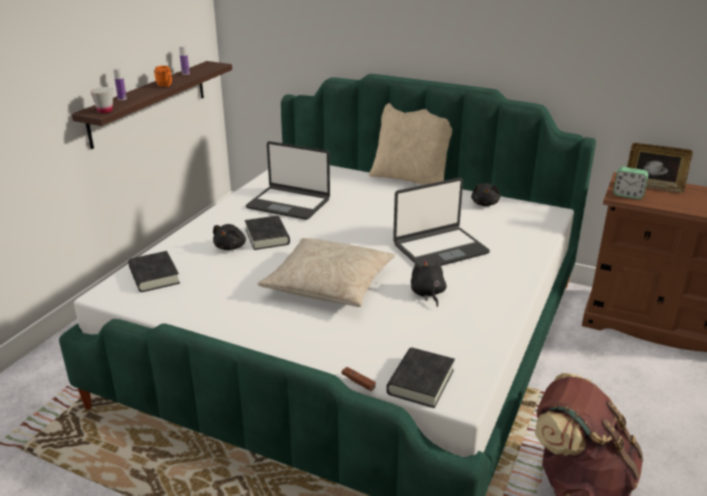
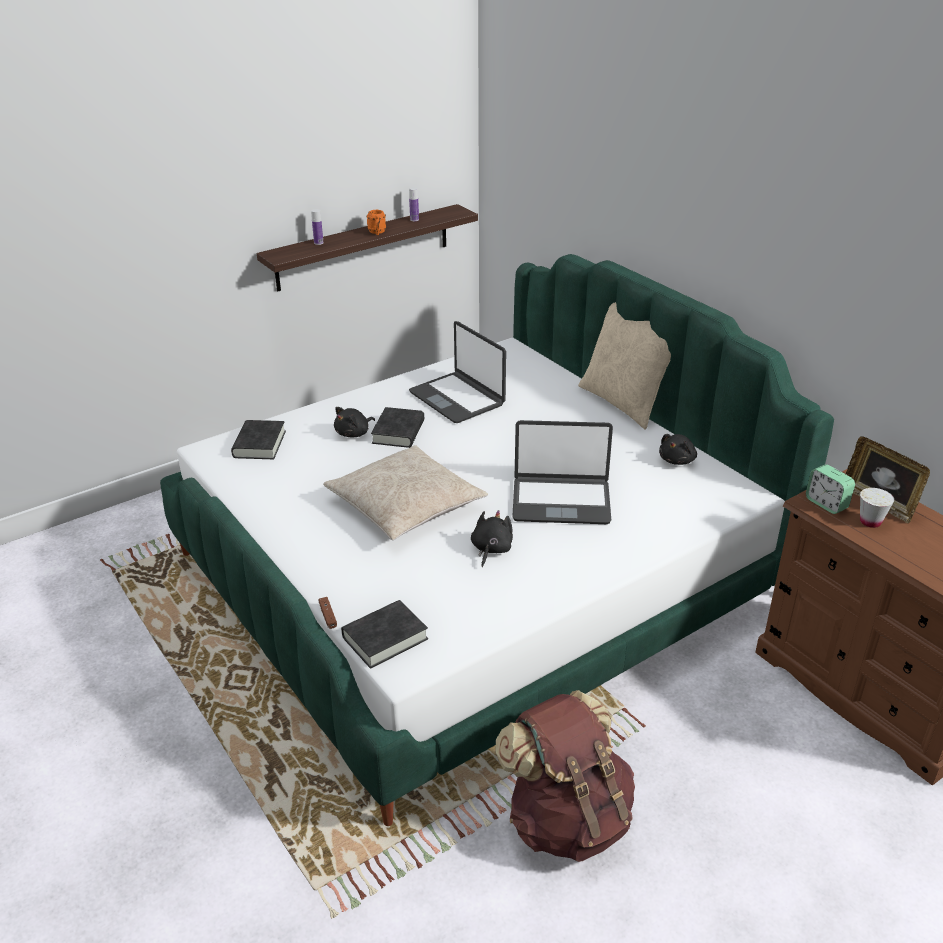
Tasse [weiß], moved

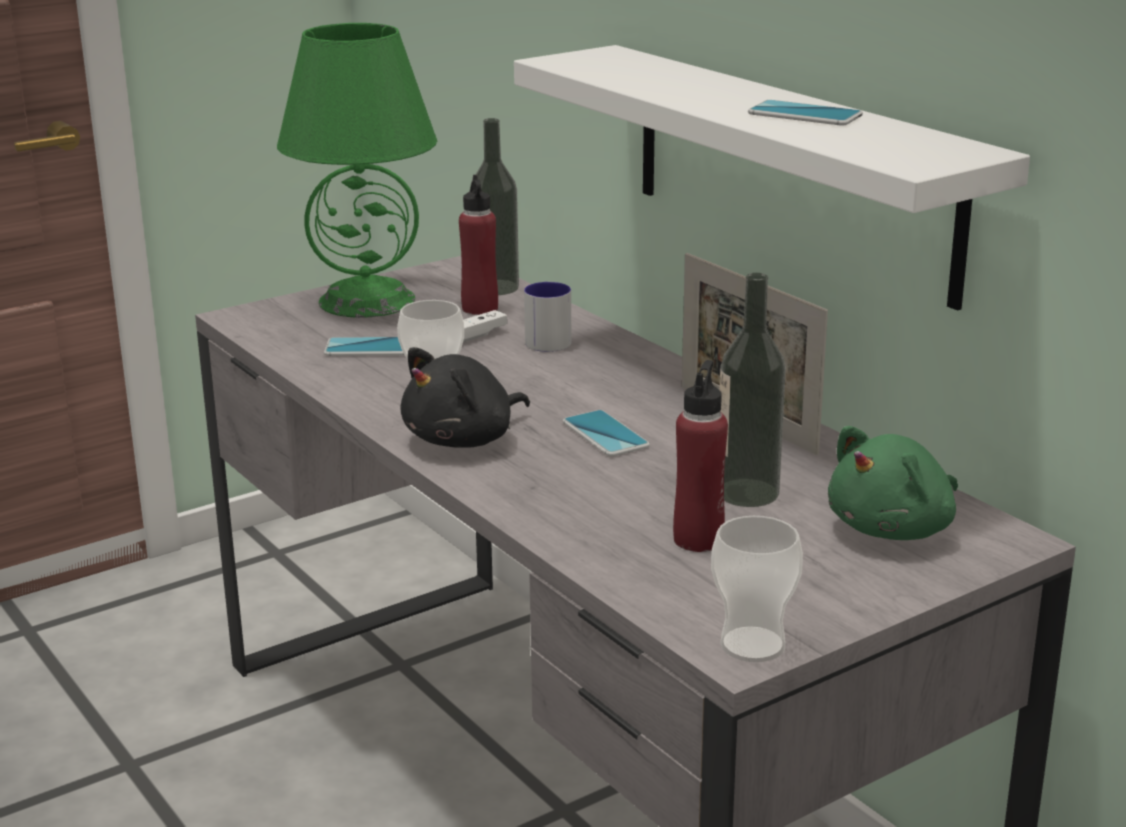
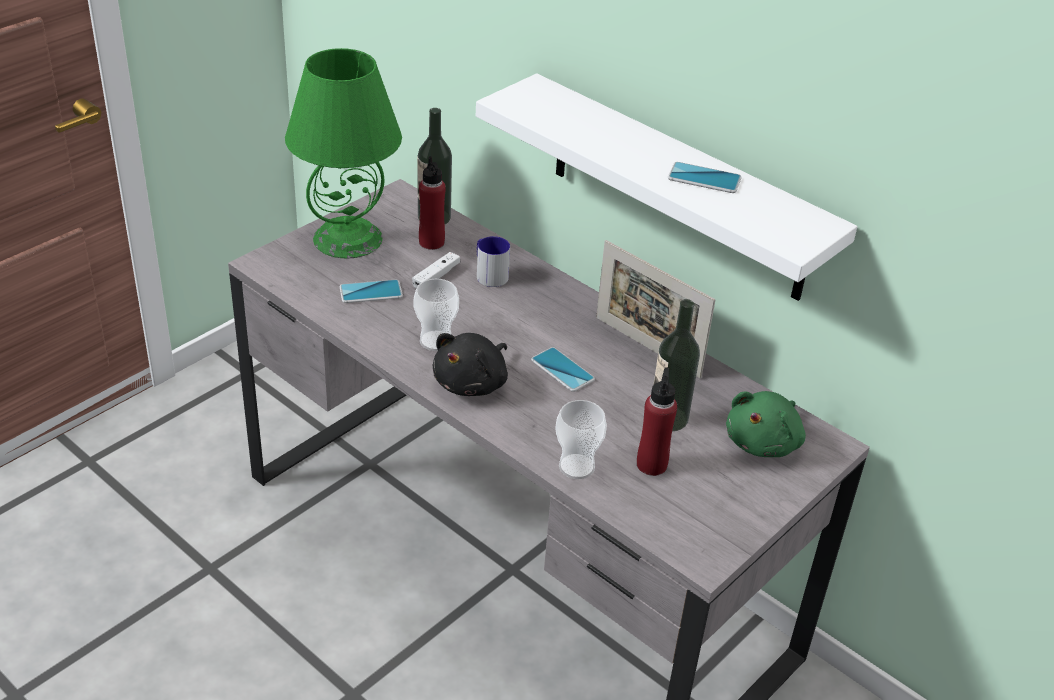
Tasse (2nd from left), moved

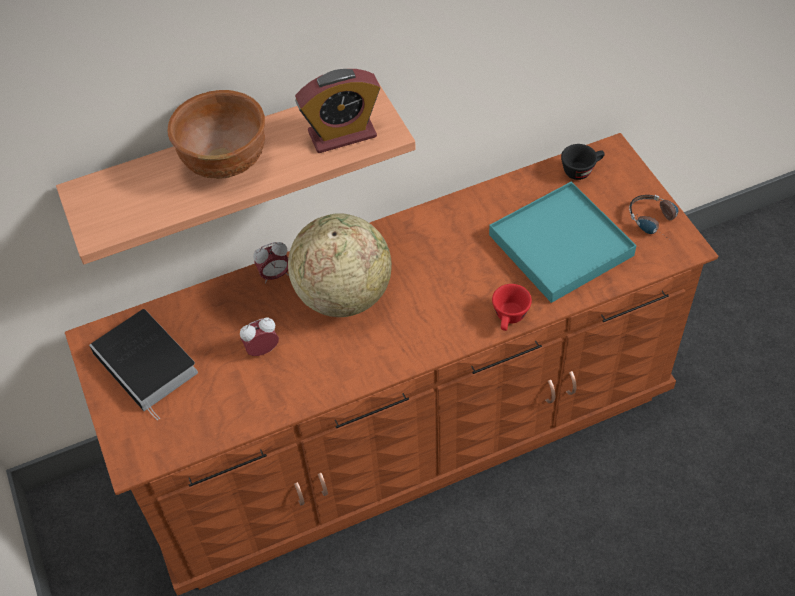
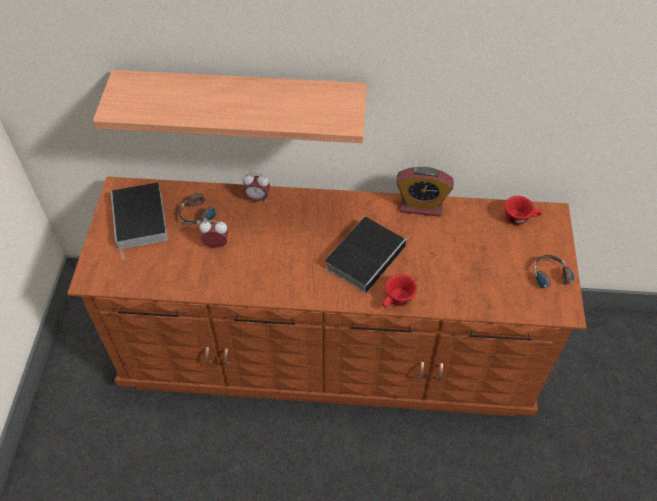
Schüssel [braun] => nothing
Globus => nothing
Tablett [türkis] => nothing
nothing => Kopfhörer (1st from left)
nothing => Buch (2nd from left)
Wecker (3rd from left), moved
Tasse [schwarz] => Tasse [rot] (2nd from left)

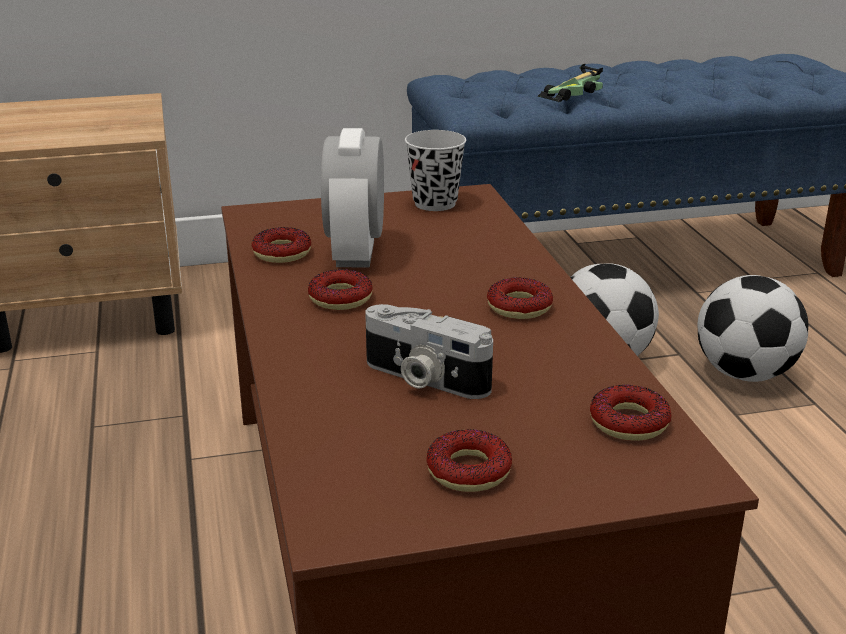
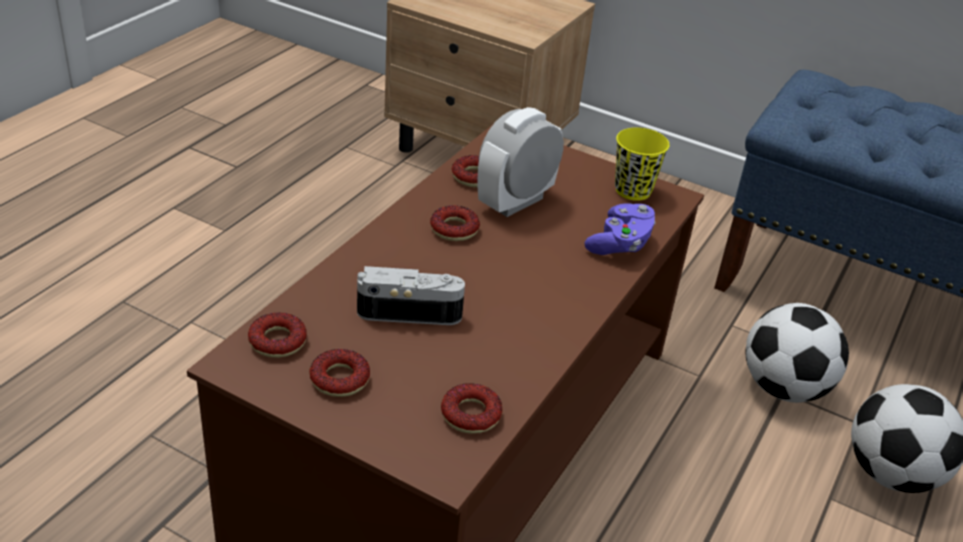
Spielzeugauto => nothing
nothing => Gamepad [lila]
Donut (4th from left in the first image) => Donut (1st from left), moved
Tasse [schwarz] => Tasse [gelb]
Kamera, 105 degrees clockwise

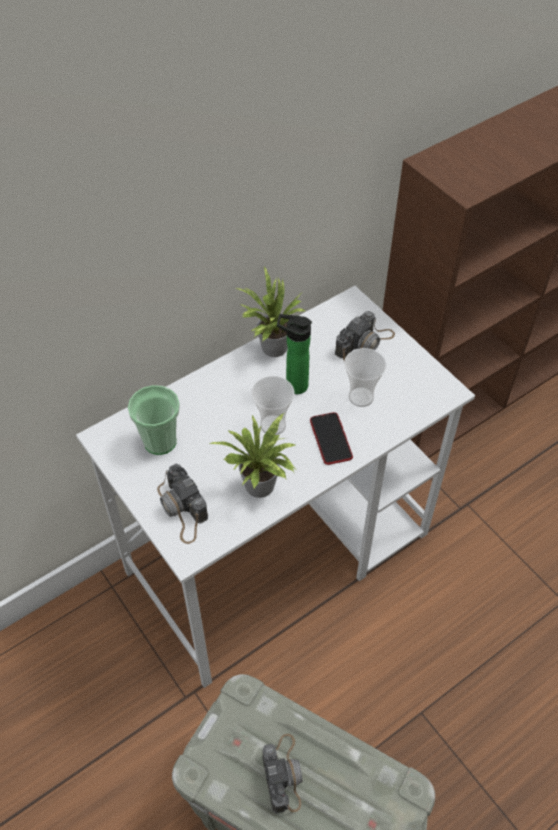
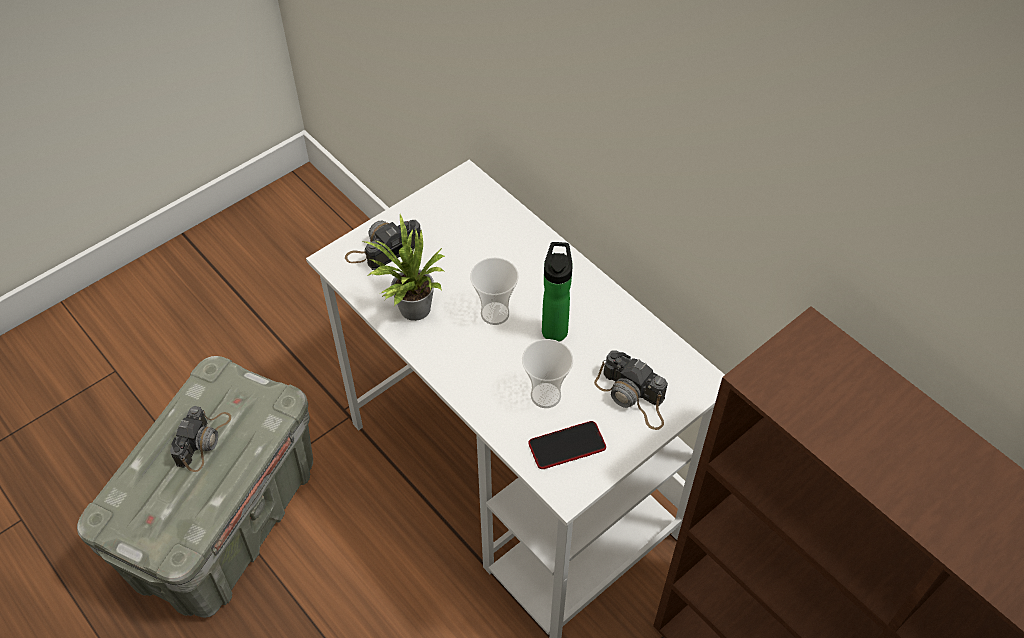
Tasse (1st from left) => nothing
Topfpflanze (2nd from left) => nothing
Handy, moved
Kamera (2nd from left in the first image) => Kamera (1st from left), 60 degrees counterclockwise

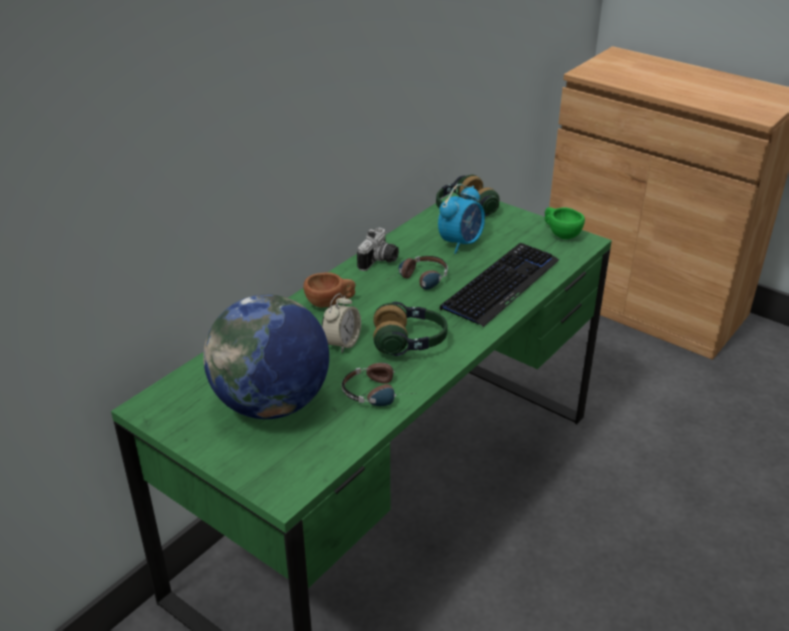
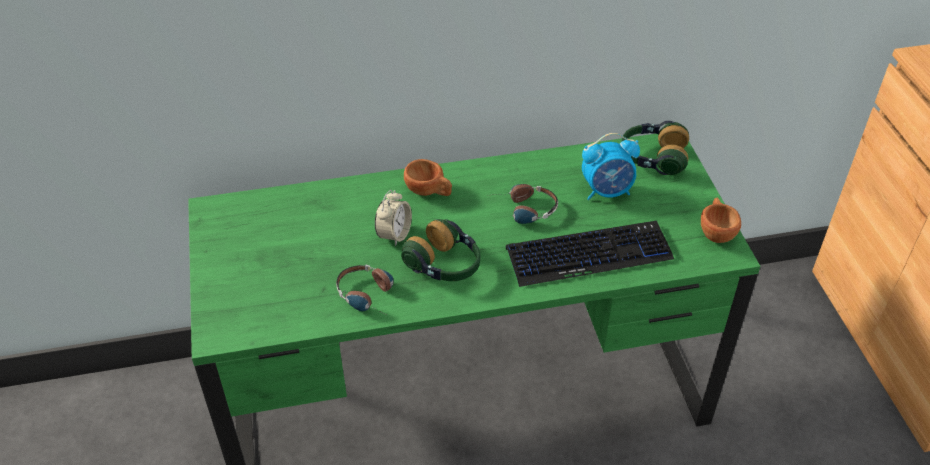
Globus => nothing
Kamera => nothing
Tasse [grün] => Tasse [braun] (2nd from left)
Wecker (1st from left), 45 degrees counterclockwise

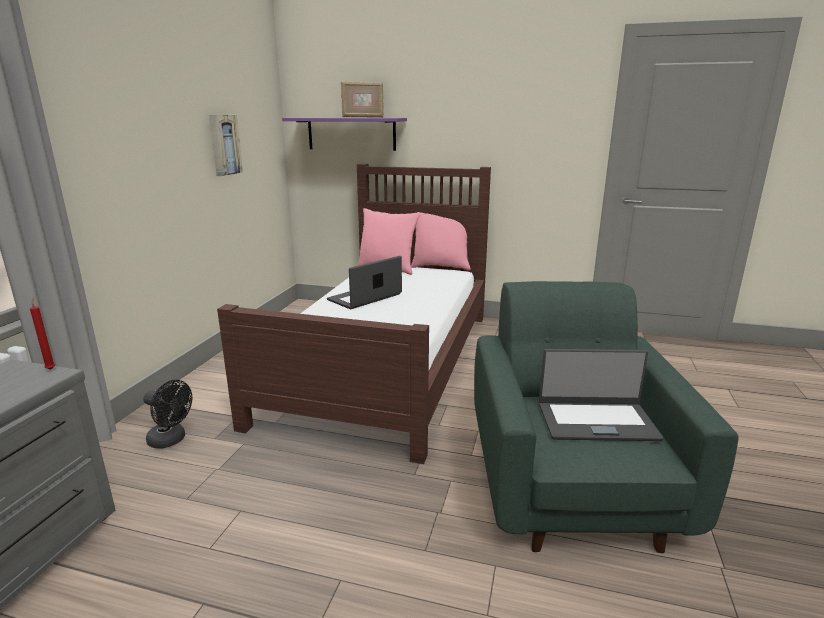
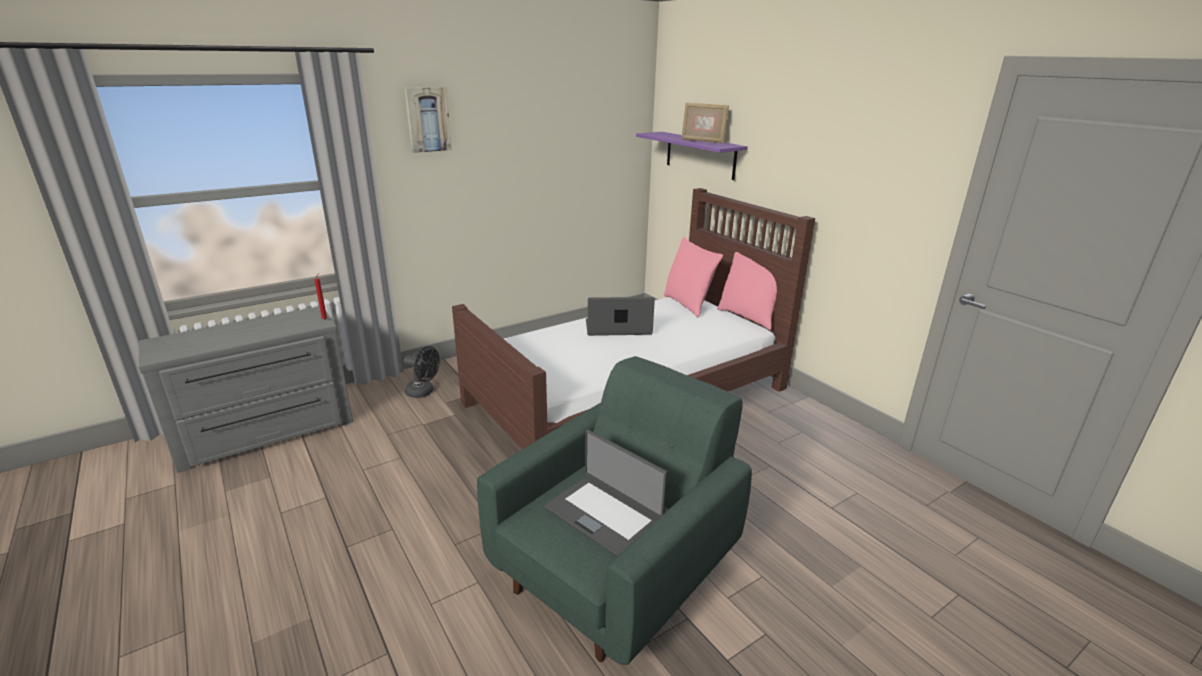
Bild, moved
Ventilator [schwarz], 45 degrees counterclockwise

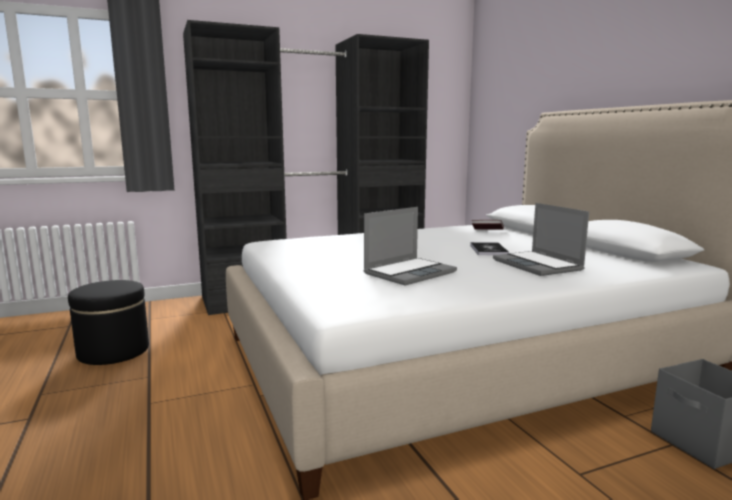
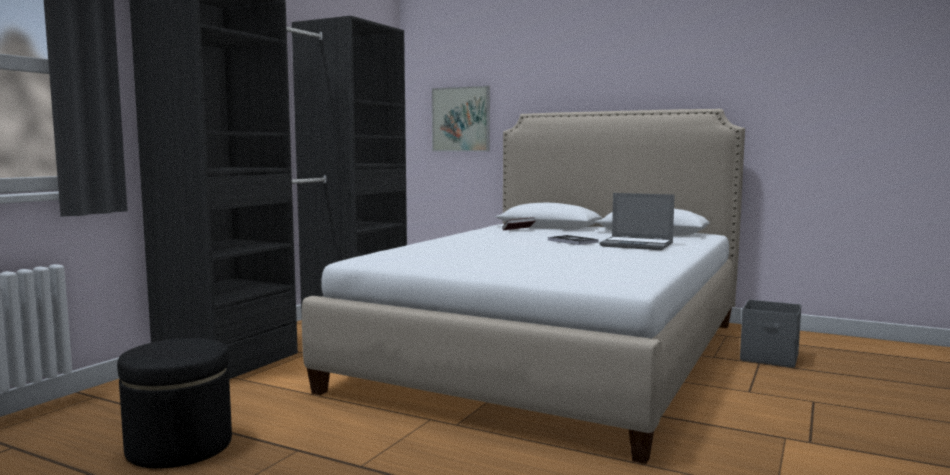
Laptop (1st from left) => nothing
nothing => Bild

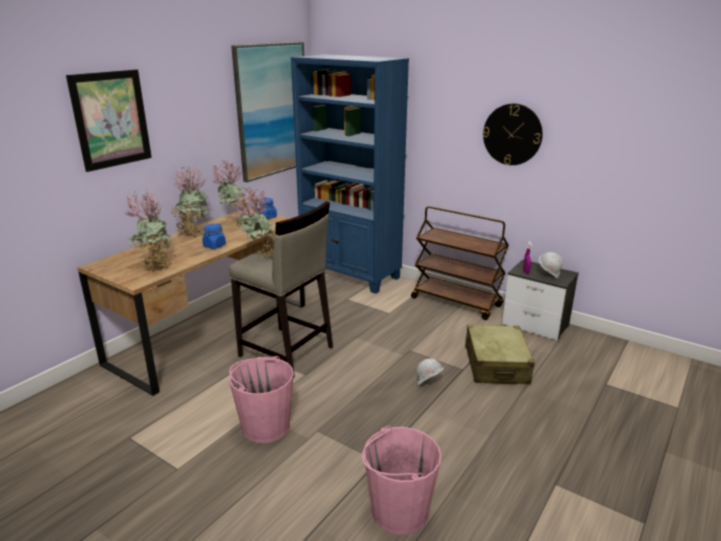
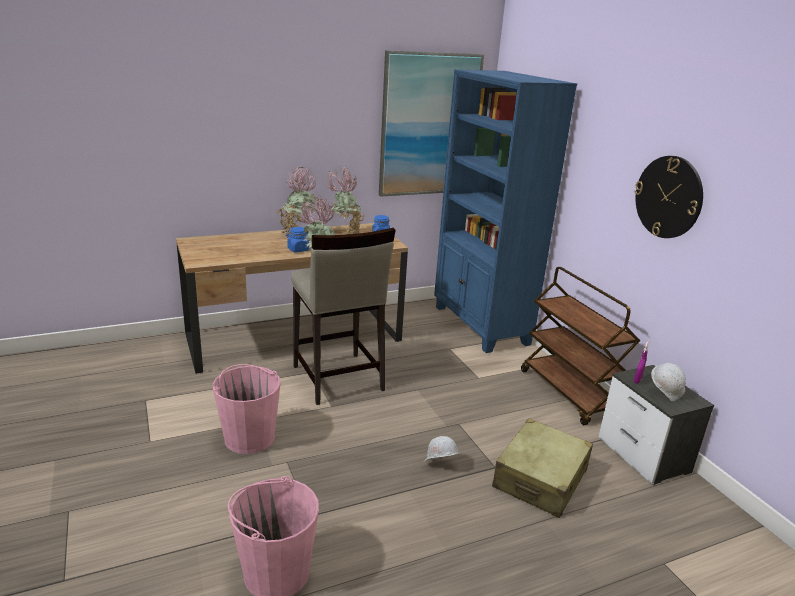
Bild (1st from left) => nothing
Topfpflanze (1st from left) => nothing

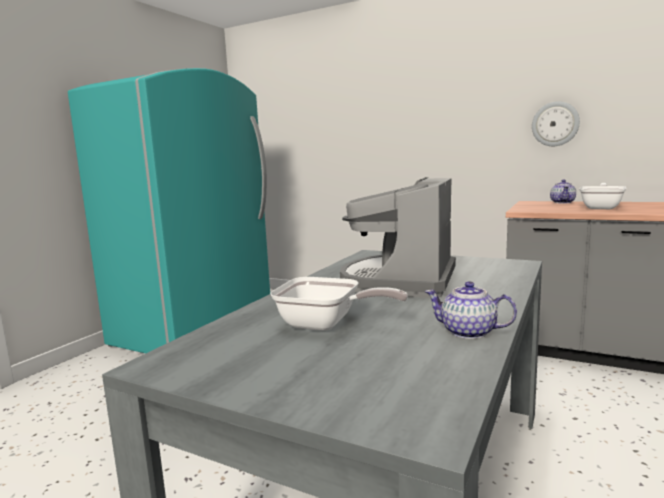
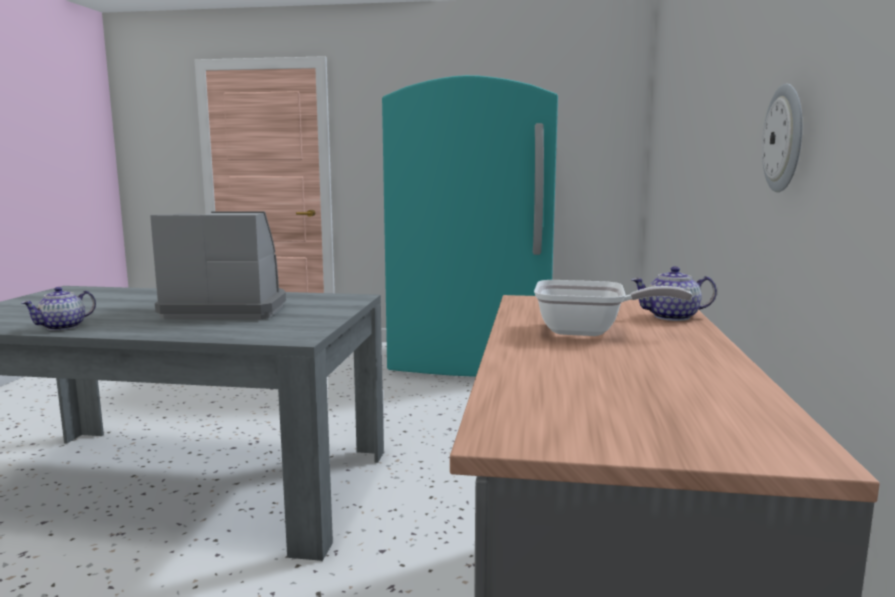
Pfanne (1st from left) => nothing
Teekanne (1st from left), 150 degrees counterclockwise

